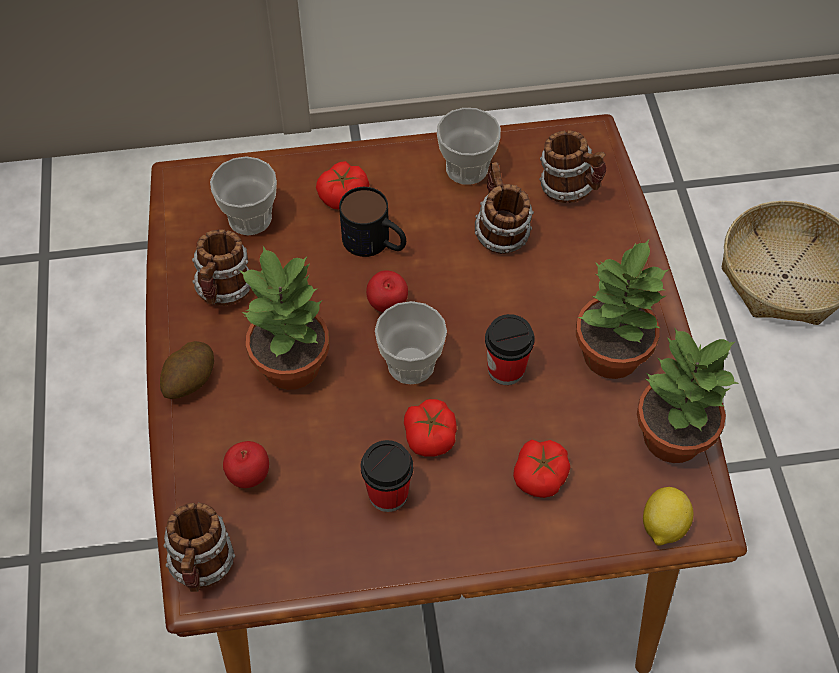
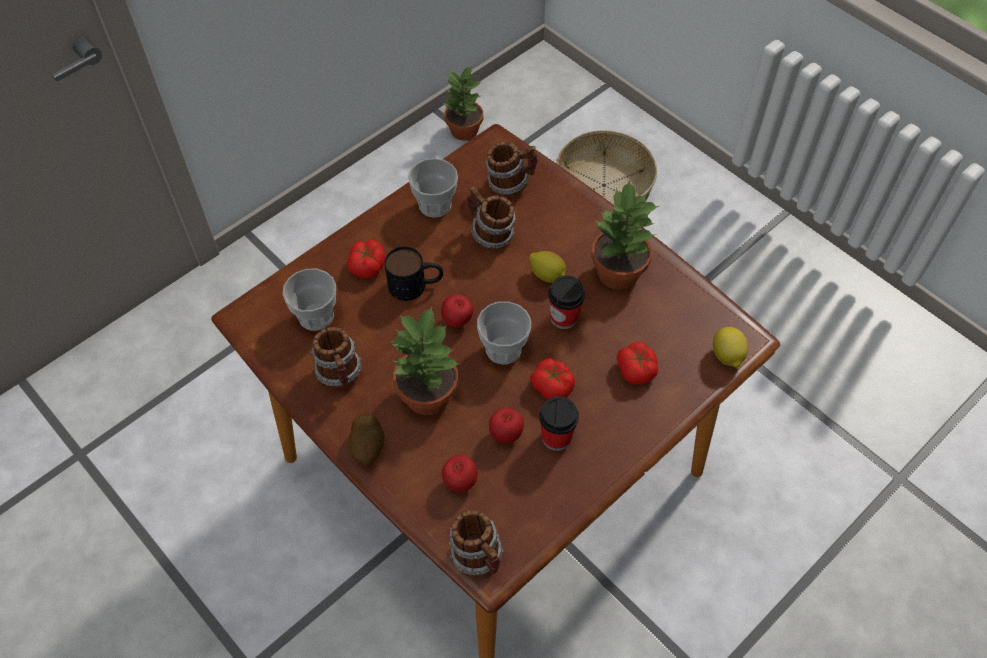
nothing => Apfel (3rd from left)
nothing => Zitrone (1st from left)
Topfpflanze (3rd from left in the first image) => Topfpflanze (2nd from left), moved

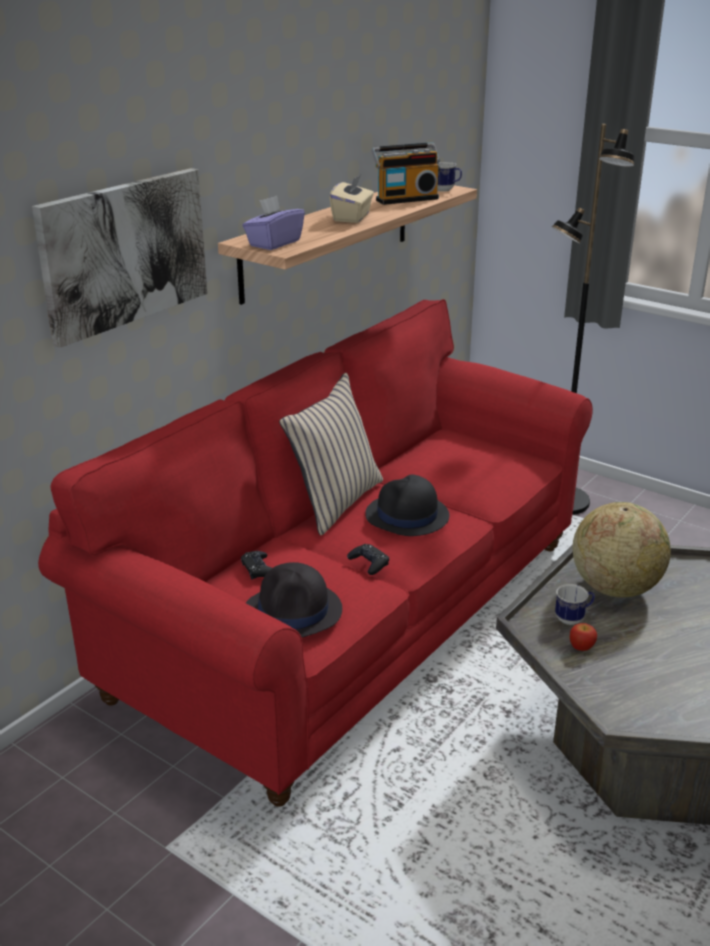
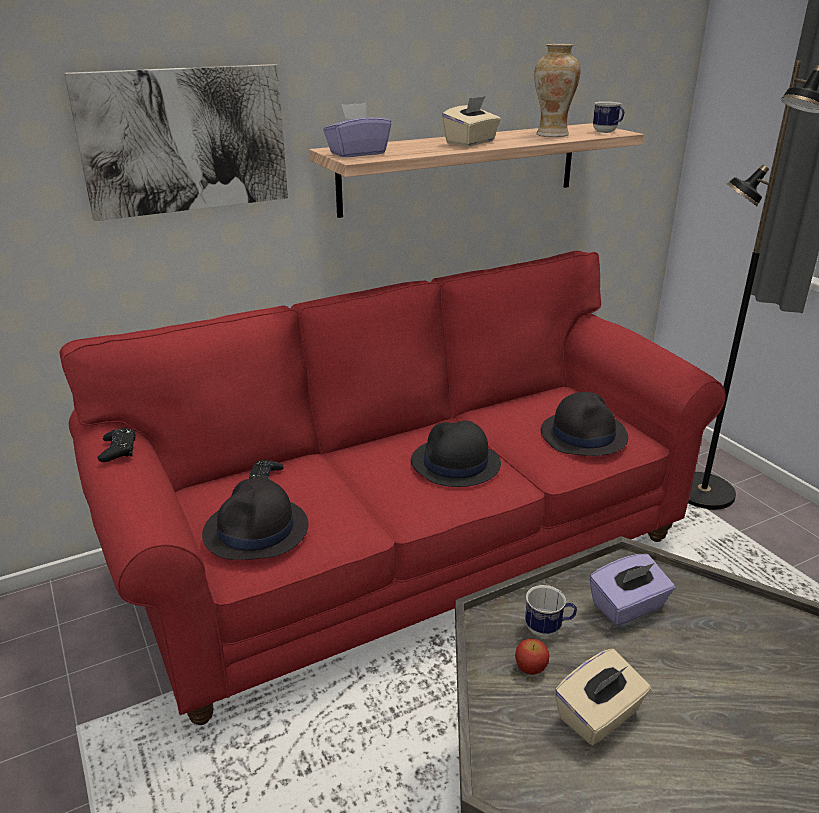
Kissen [beige] => nothing
nothing => Hut [schwarz] (3rd from left)
nothing => Taschentuchbox [beige] (2nd from left)
Gamepad [schwarz] (2nd from left in the first image) => Gamepad [schwarz] (1st from left), moved
Radio => Vase
Globus => Taschentuchbox [lila] (2nd from left)

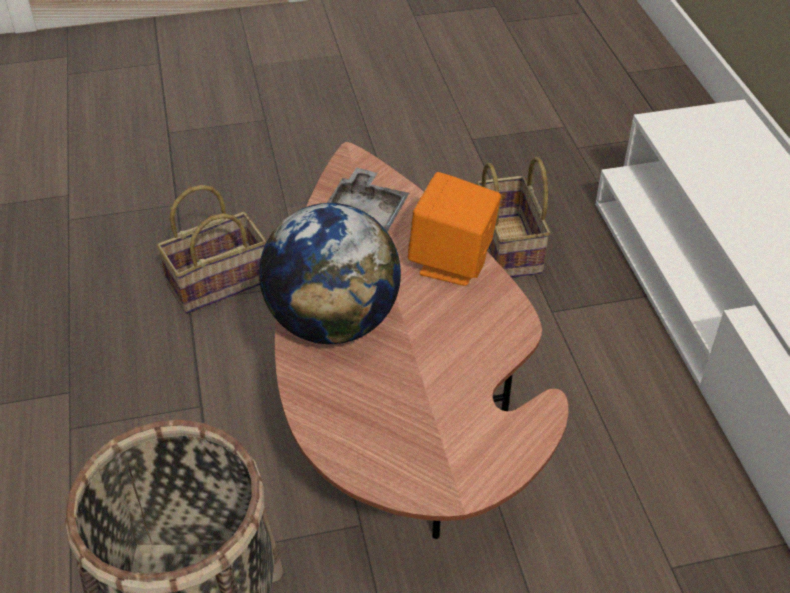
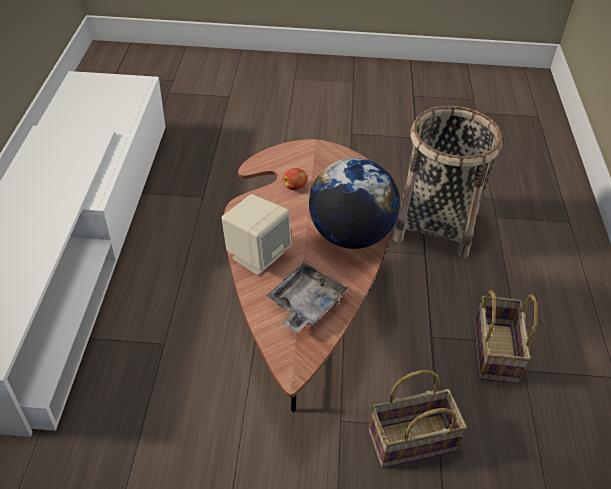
nothing => Apfel
Korb (3rd from left), moved
Lautsprecher [orange] => Lautsprecher [beige]

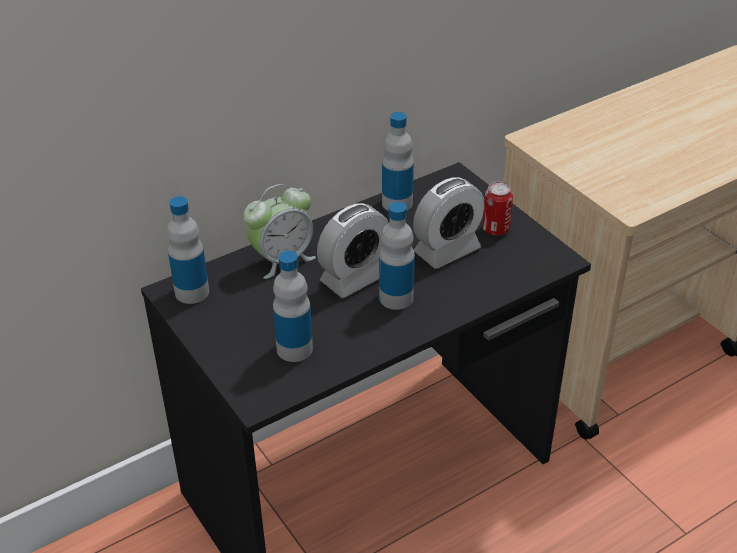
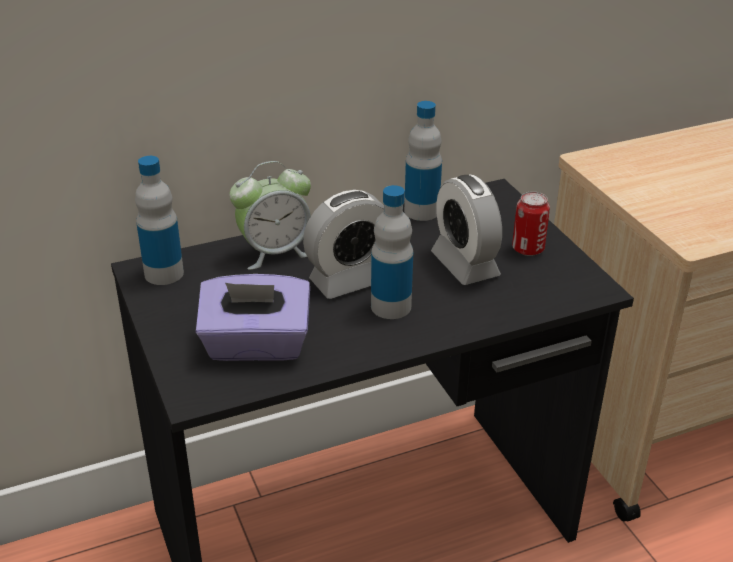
Flasche (2nd from left) => Taschentuchbox [lila]
Wecker (3rd from left), 90 degrees clockwise

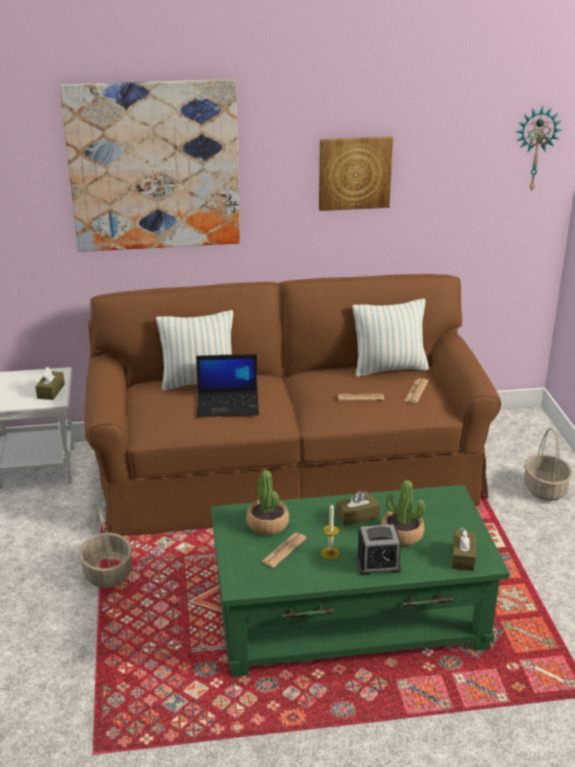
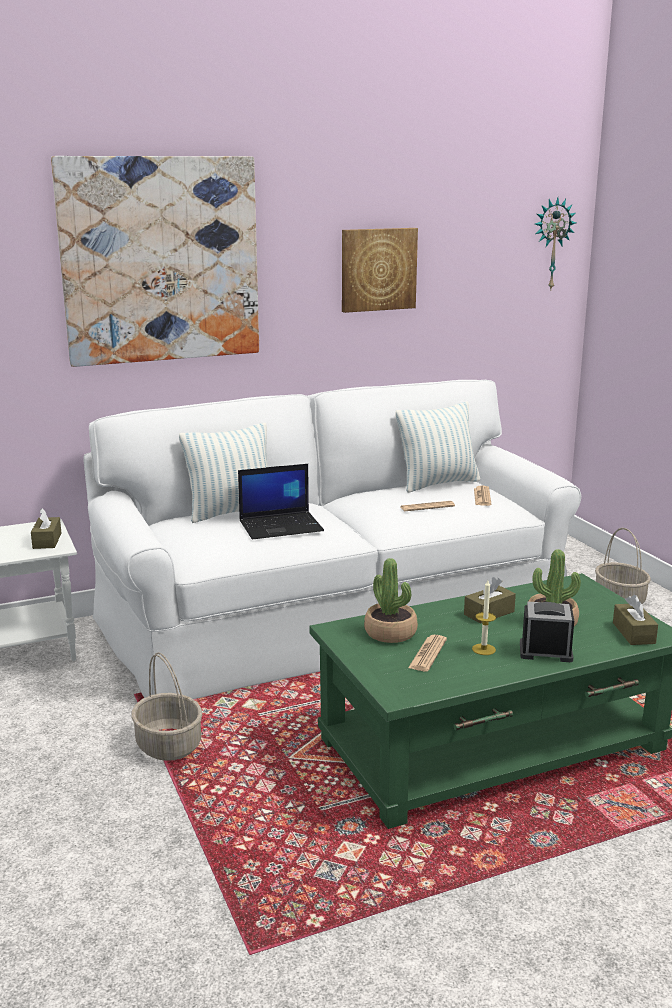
Sofa [braun] => Sofa [weiß]
Wecker, 150 degrees counterclockwise

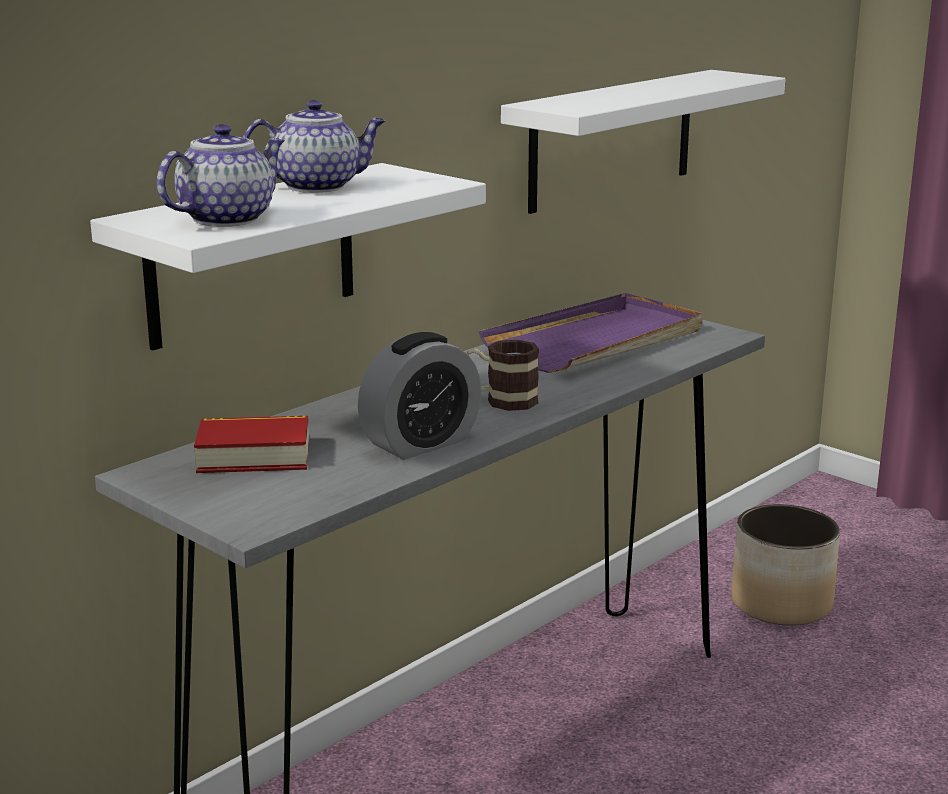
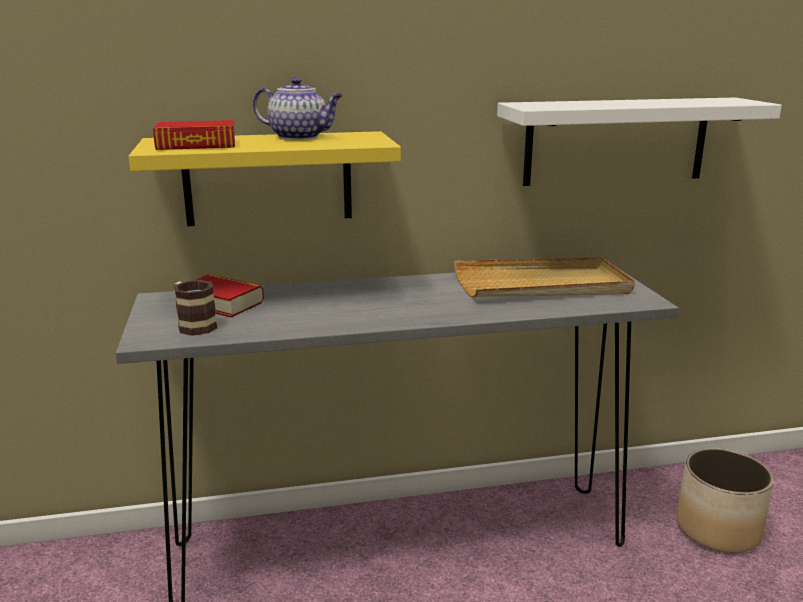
Wecker => nothing
Henkelbecher, moved
Teekanne (1st from left) => Buch (1st from left)
Wandregal [weiß] (1st from left) => Wandregal [gelb]
Tablett [lila] => Tablett [beige]

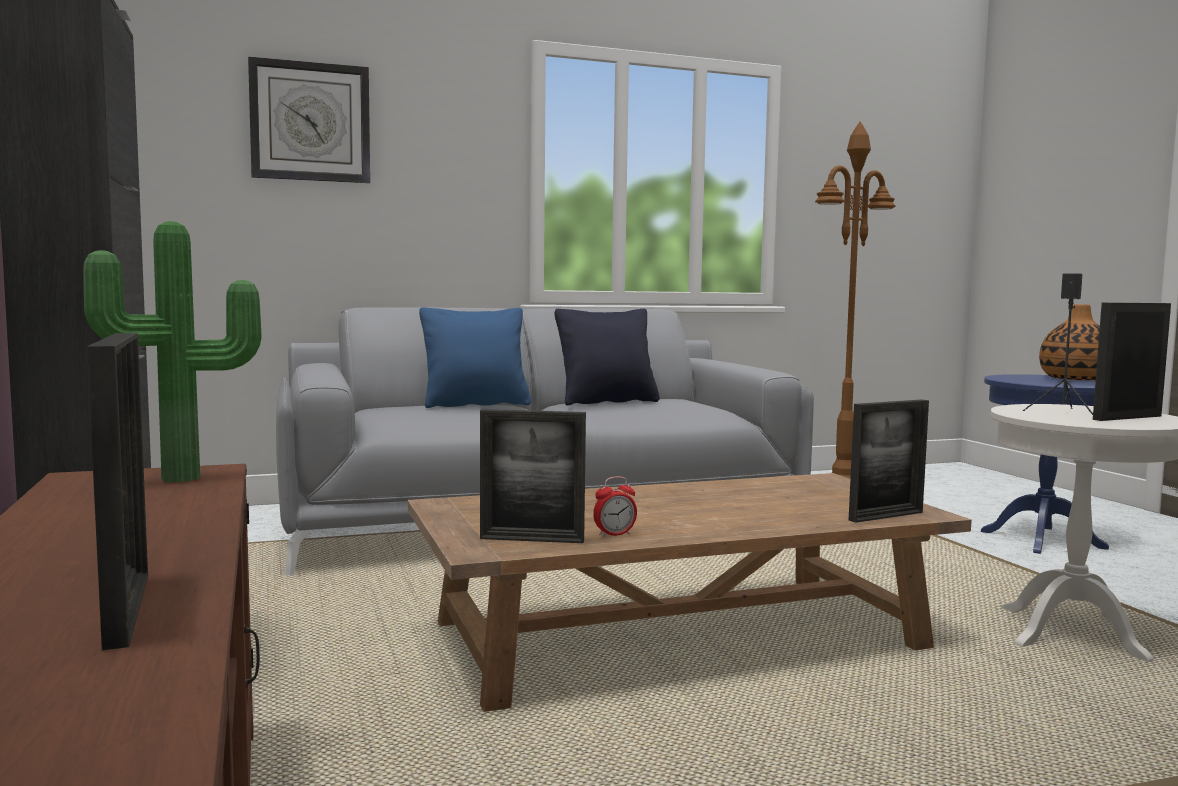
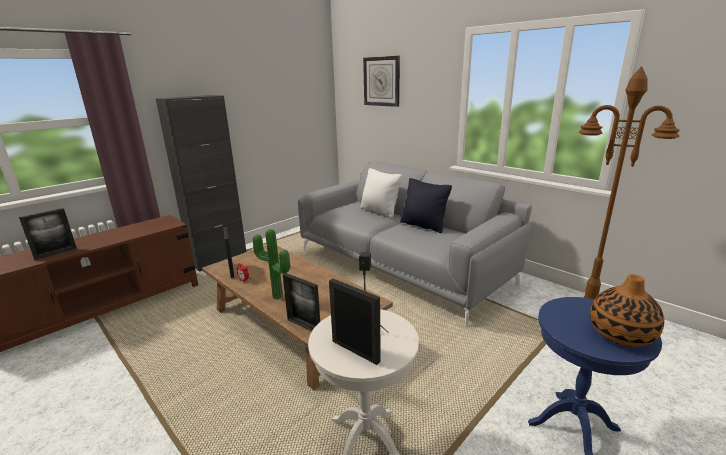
Topfpflanze, moved
Kissen [blau] => Kissen [weiß]

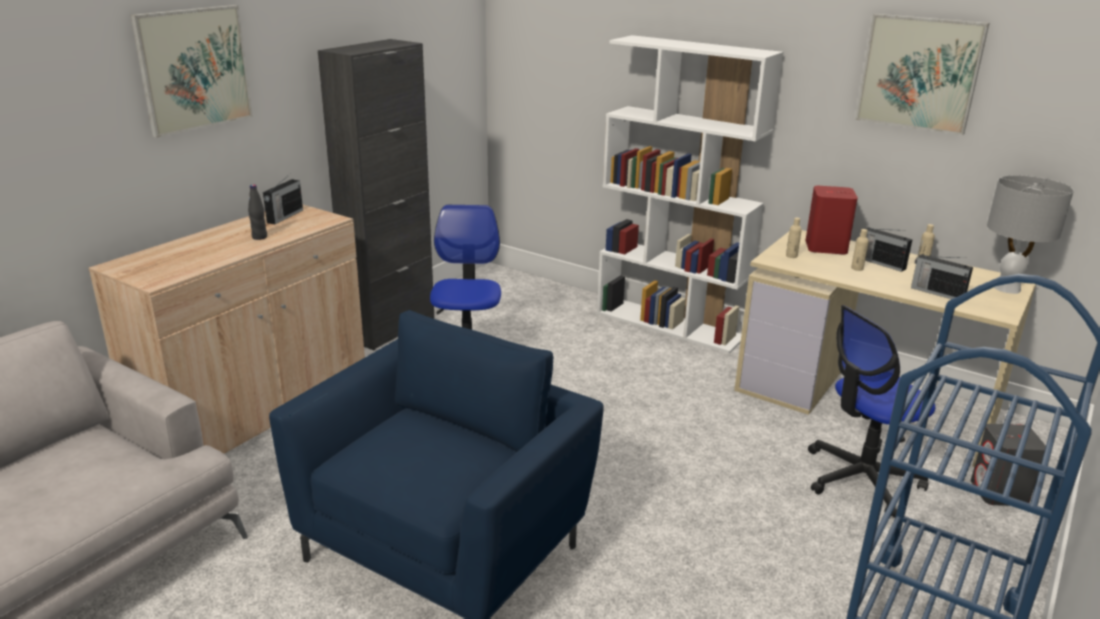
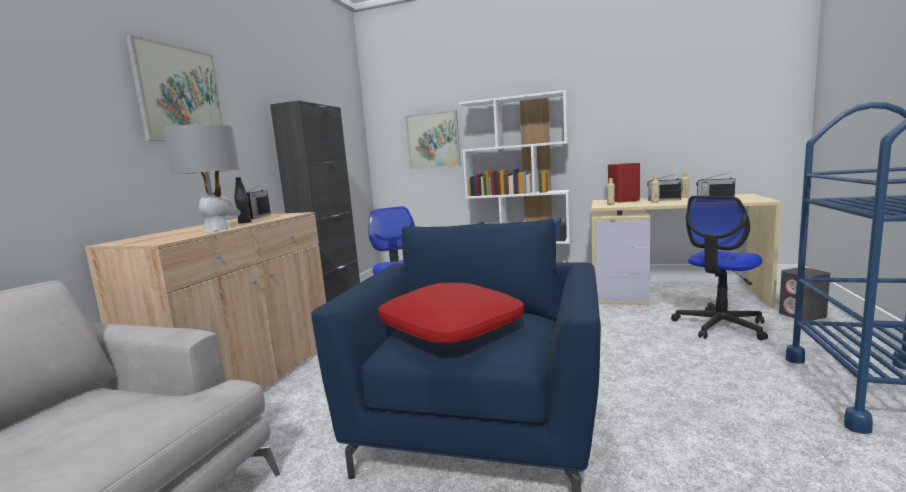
nothing => Kissen [rot]
Bild (2nd from left), moved
Tischlampe [grau], moved

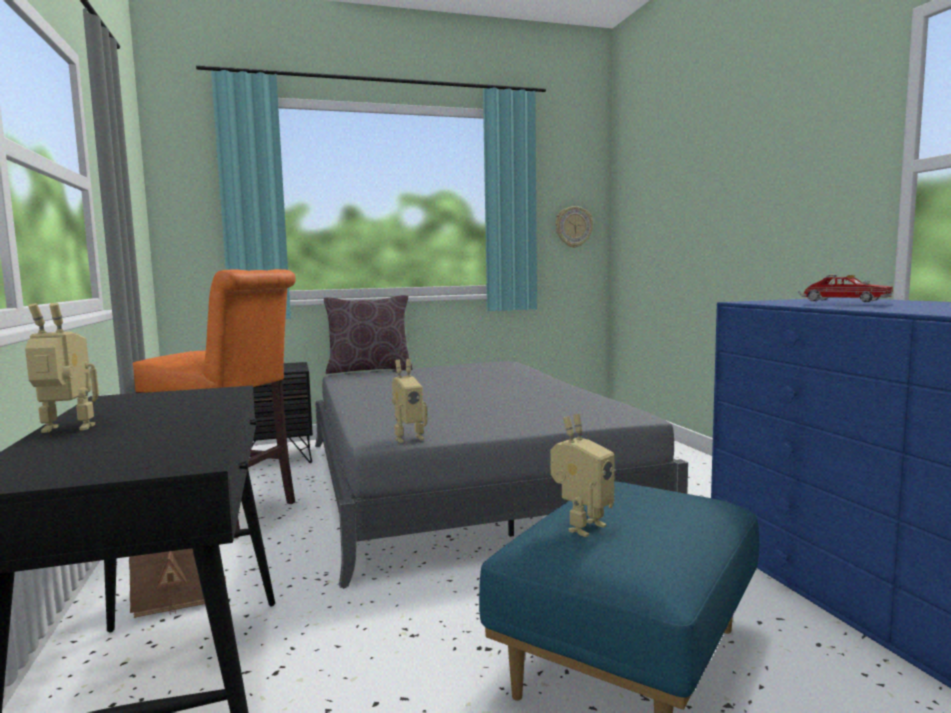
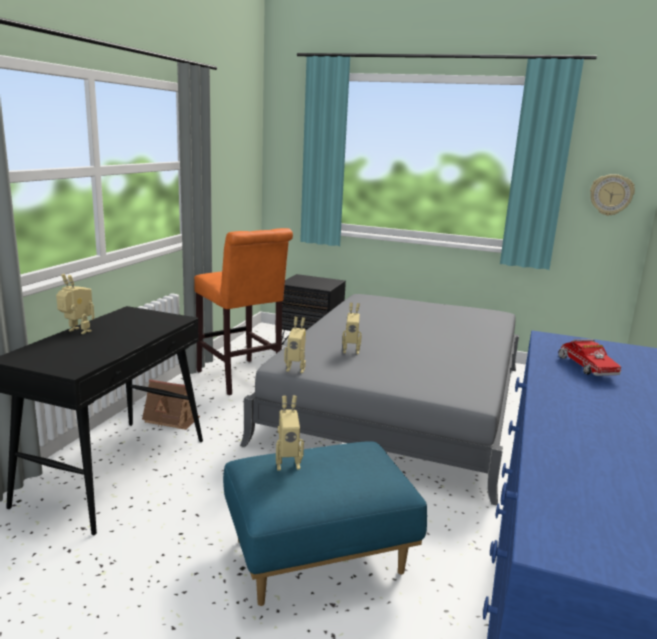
Kissen [braun] => nothing
nothing => Spielzeugroboter (4th from left)

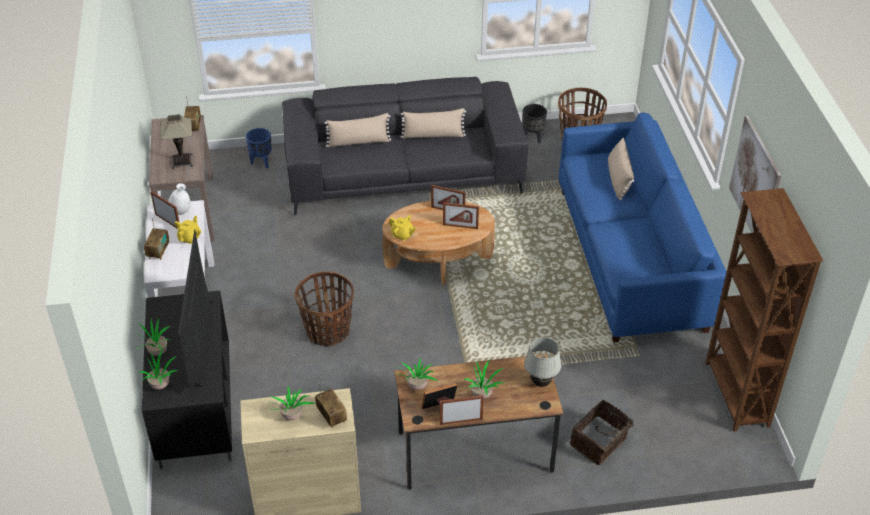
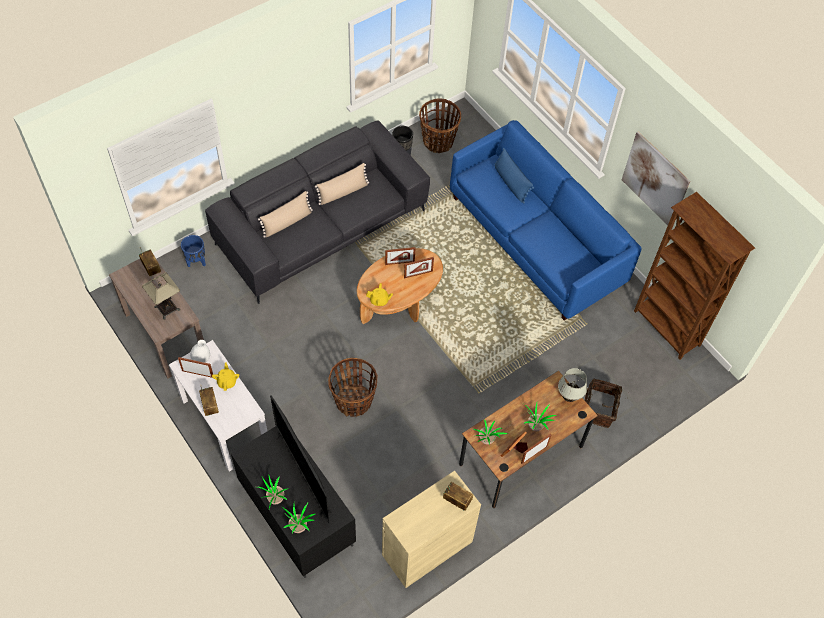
Topfpflanze (3rd from left) => nothing
Kissen [beige] (3rd from left) => Kissen [blau]

